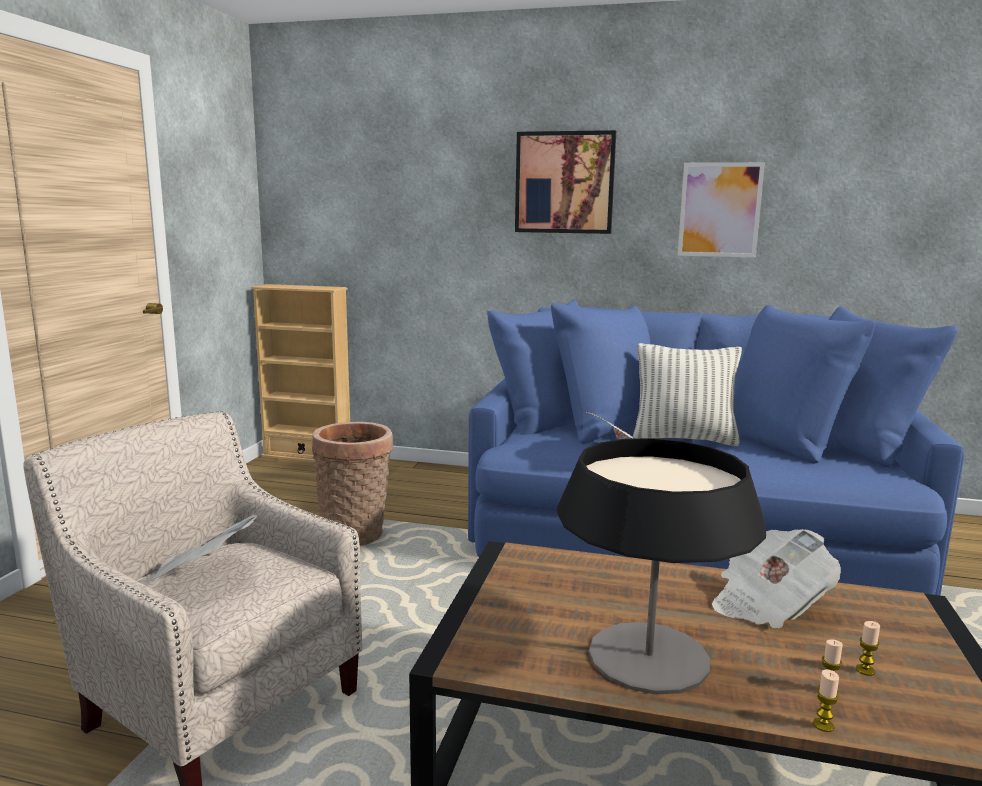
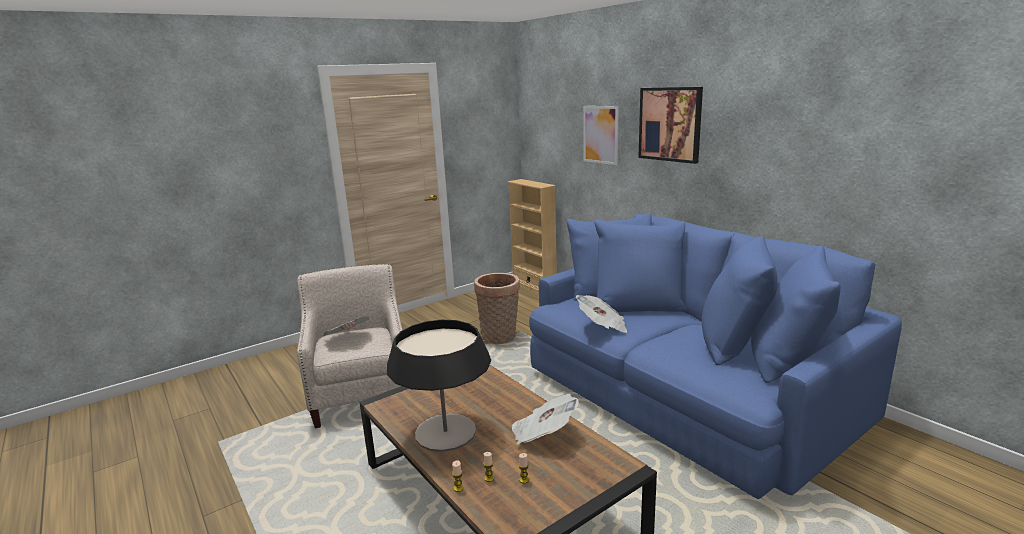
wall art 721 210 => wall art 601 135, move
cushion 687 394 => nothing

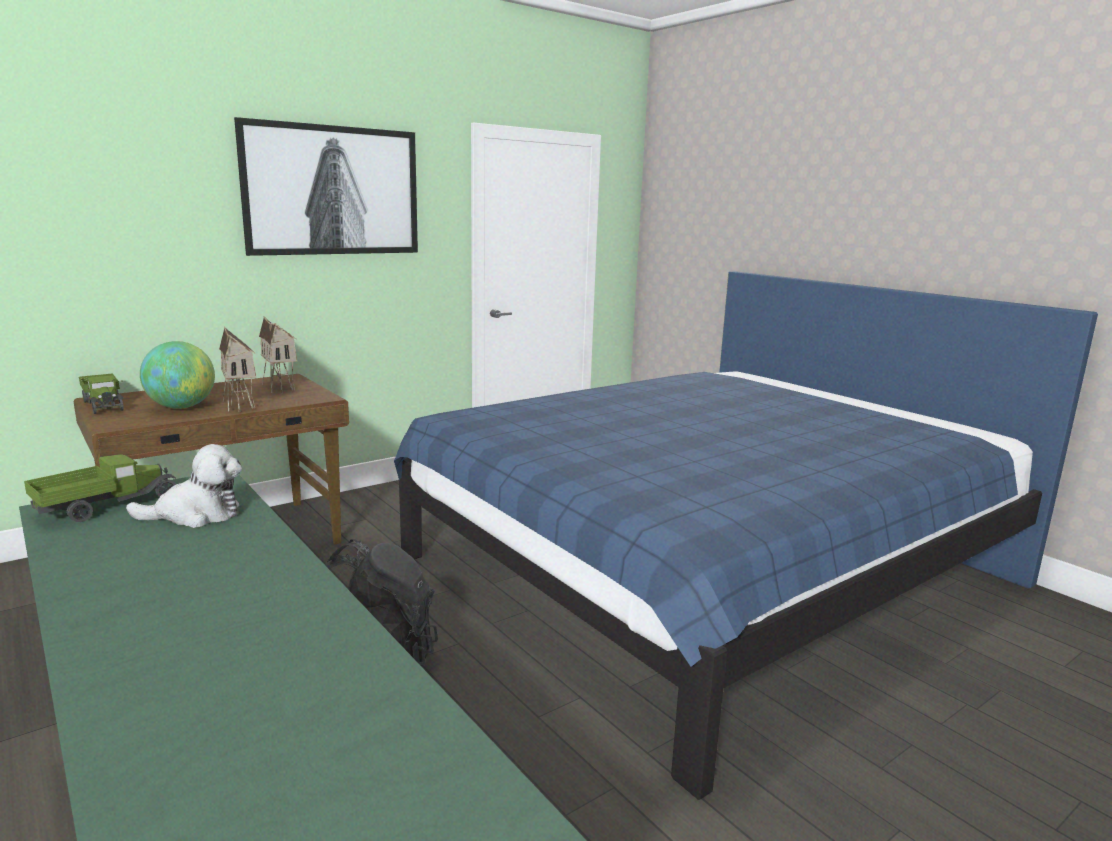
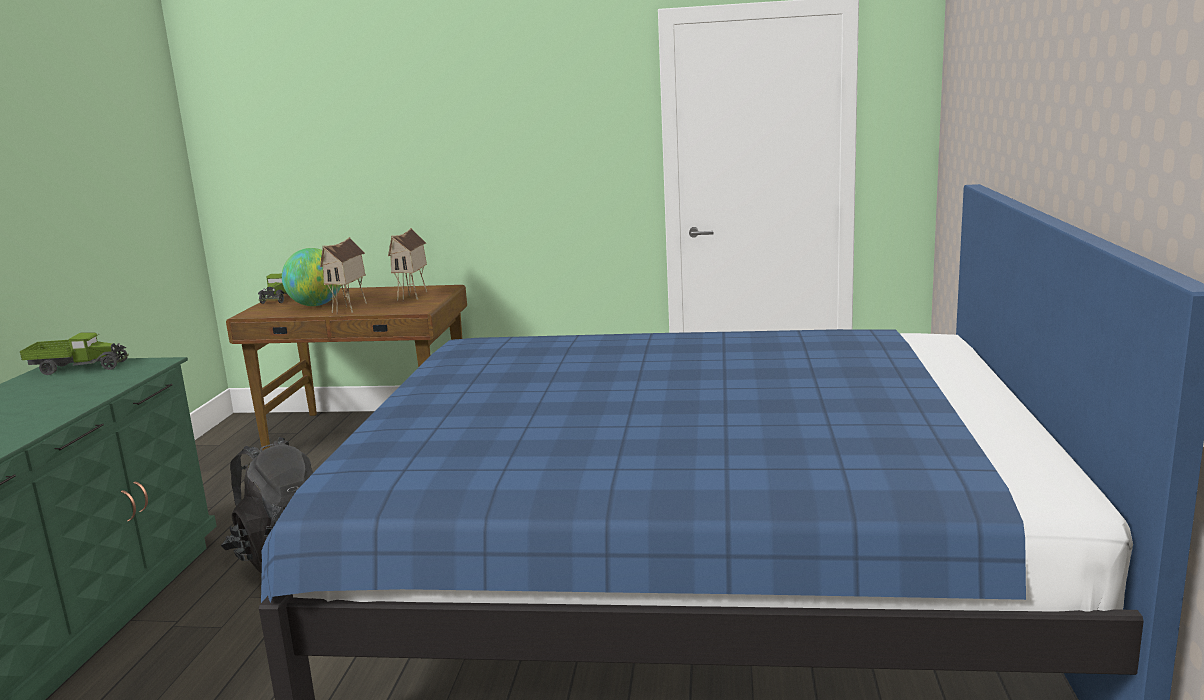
wall art 326 186 => nothing
soft toy 184 486 => nothing

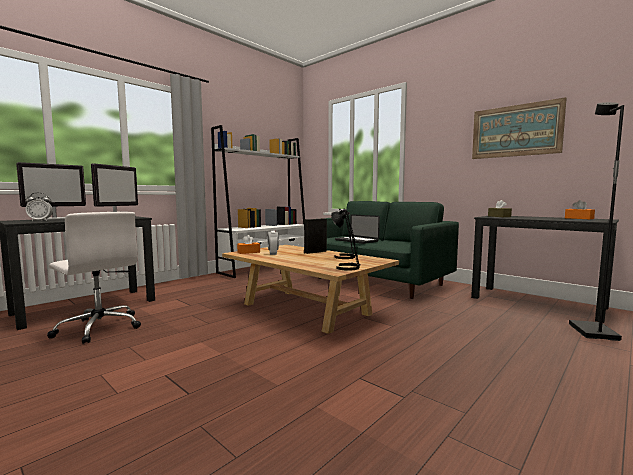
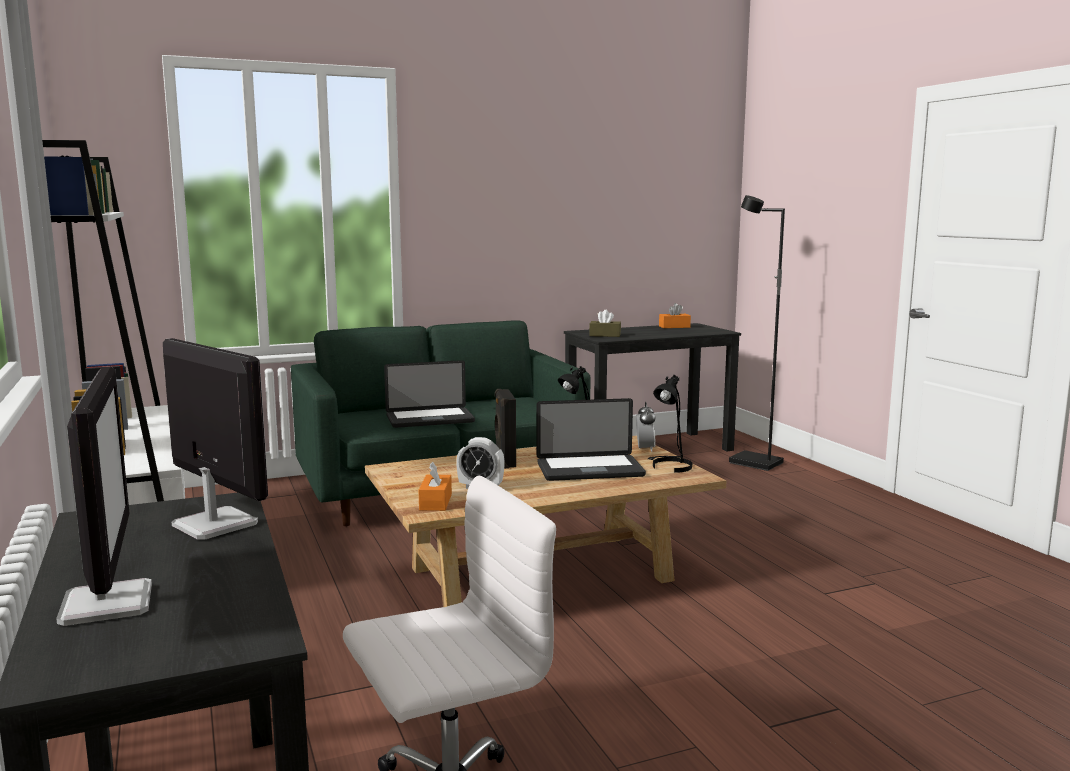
wall art 519 128 => nothing
table clock 39 207 => table clock 645 427, move
nothing => portable computer 591 439

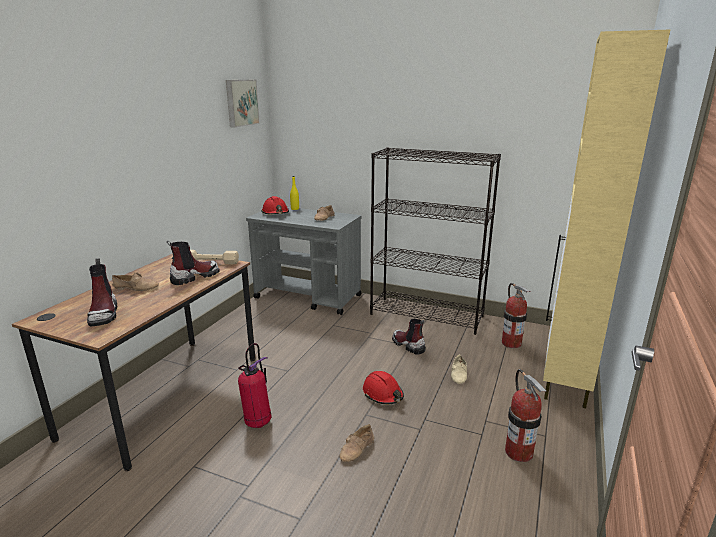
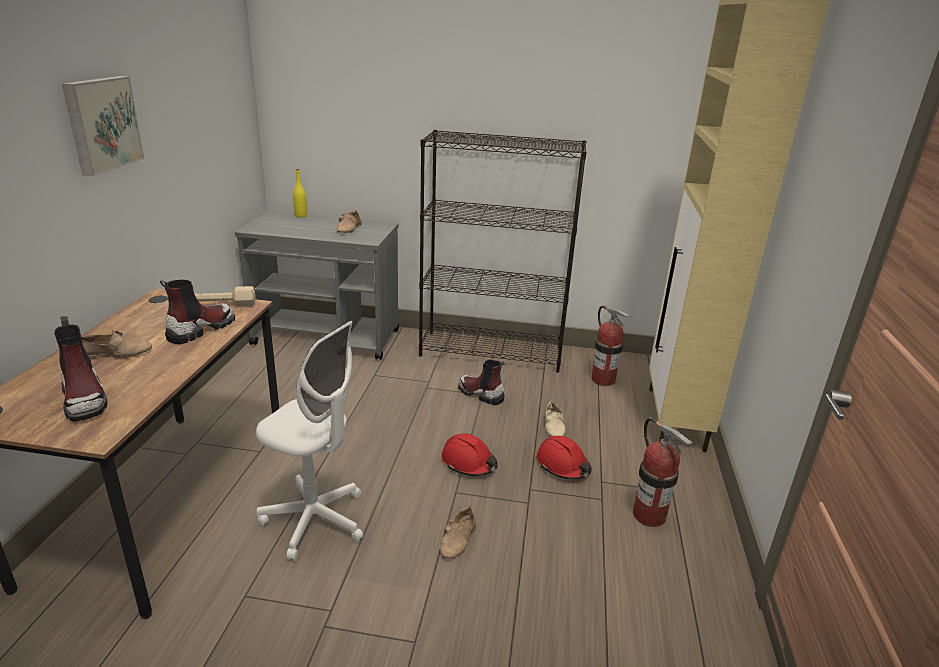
wall art 243 104 => wall art 103 126, move
red work helmet 275 205 => red work helmet 563 458, move
extinguisher 254 385 => white-coloured computer chair 309 441

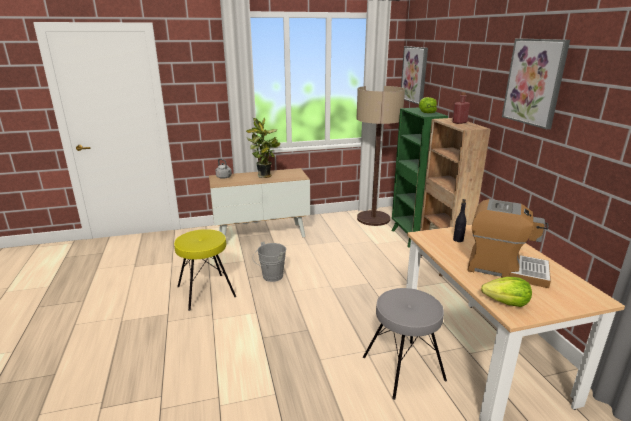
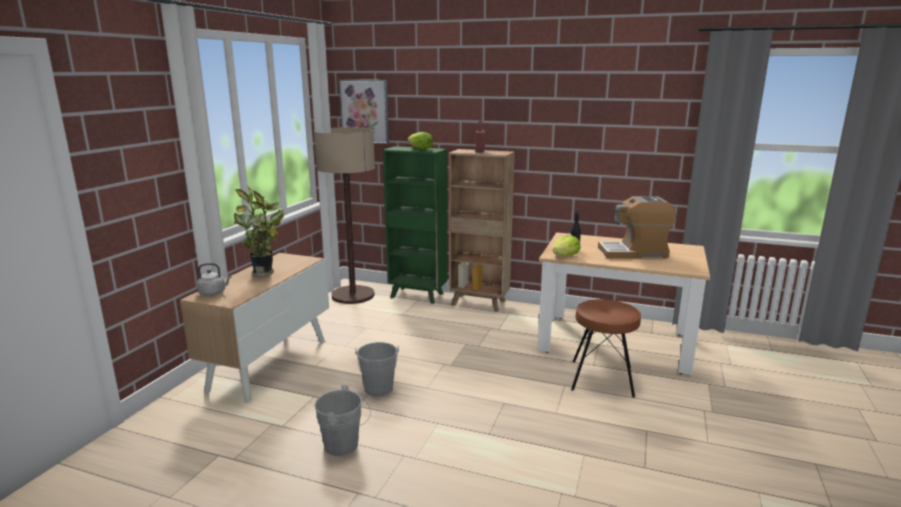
wall art 536 84 => nothing
coffee maker 509 243 => coffee maker 637 227, 150 degrees counterclockwise
yellowish sitting stool 205 270 => greyish bucket 342 420
lettuce head 506 292 => lettuce head 567 245, move
greyish sitting stool 405 344 => brownish sitting stool 606 348

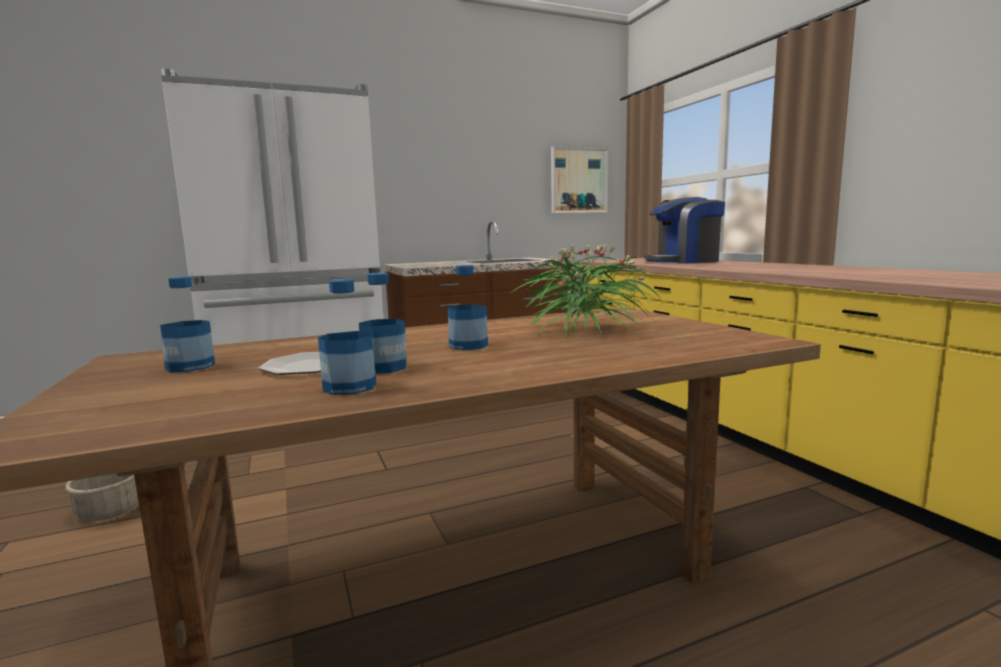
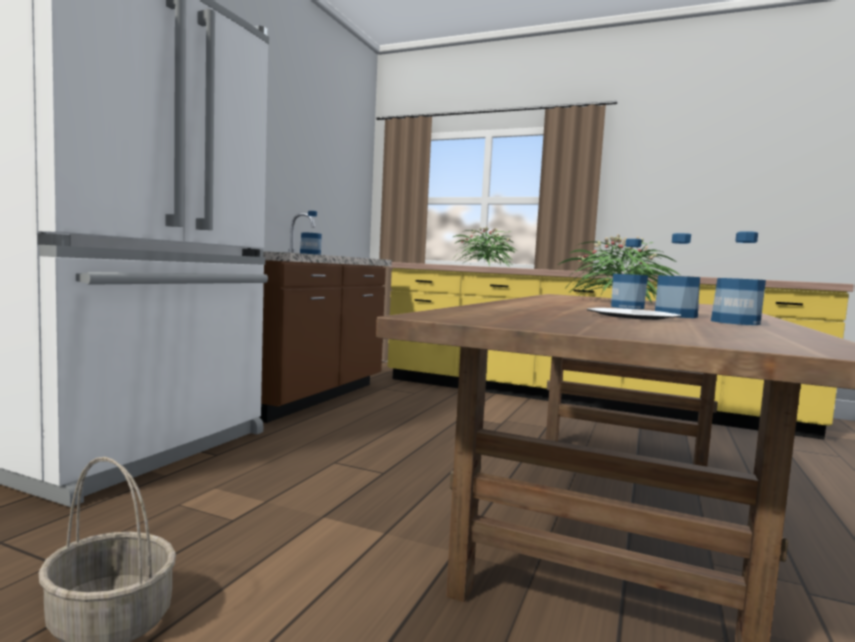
wall art 579 179 => nothing
coffee maker 684 230 => plant in a pot 485 246
beverage bottle 187 324 => beverage bottle 311 233, move

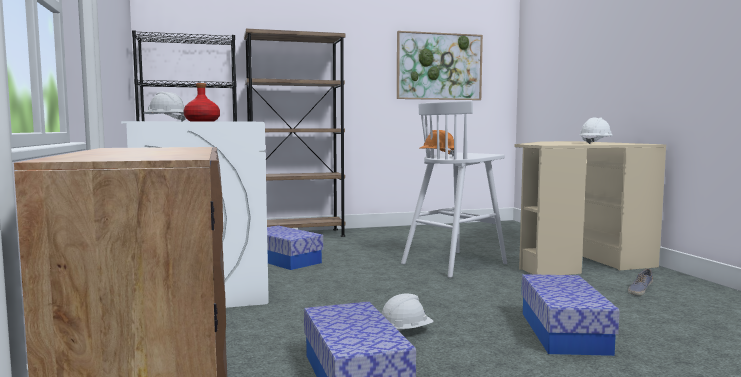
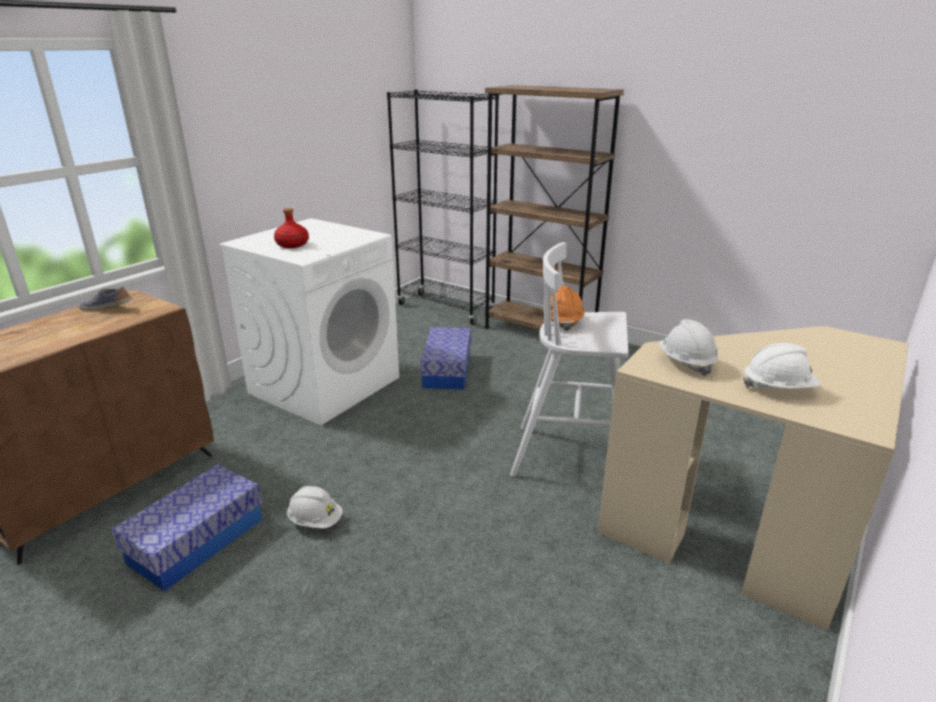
wall art 440 65 => nothing
white-coloured work helmet 164 106 => white-coloured work helmet 688 347, move
shoe 640 282 => shoe 105 299, move
storage box 570 315 => nothing

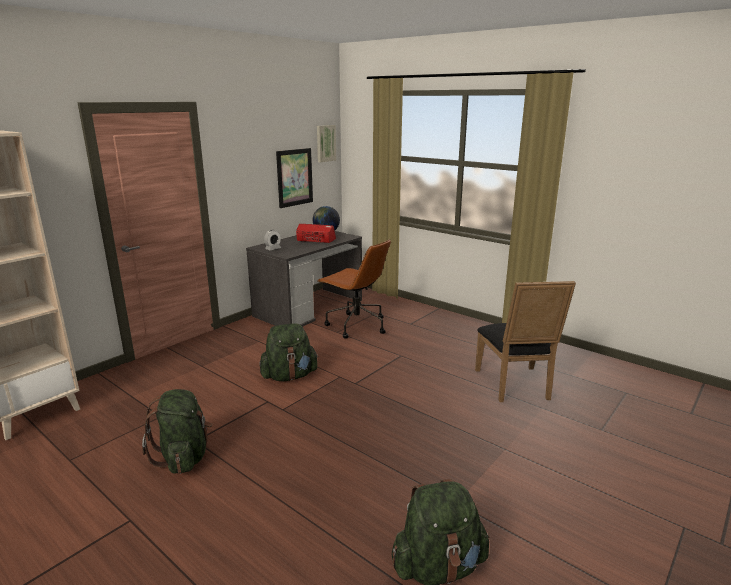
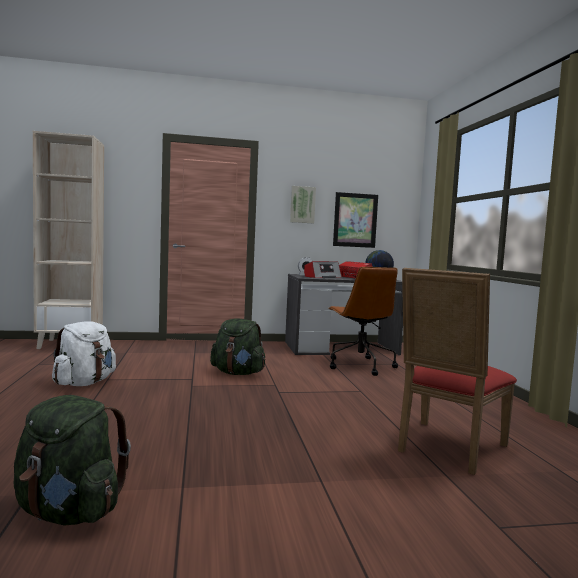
wall art 326 143 => wall art 303 204, move
black-coloured chair 525 341 => red chair 457 371
green-coloured rucksack 177 431 => white-coloured rucksack 84 353
nothing => radio set 323 269

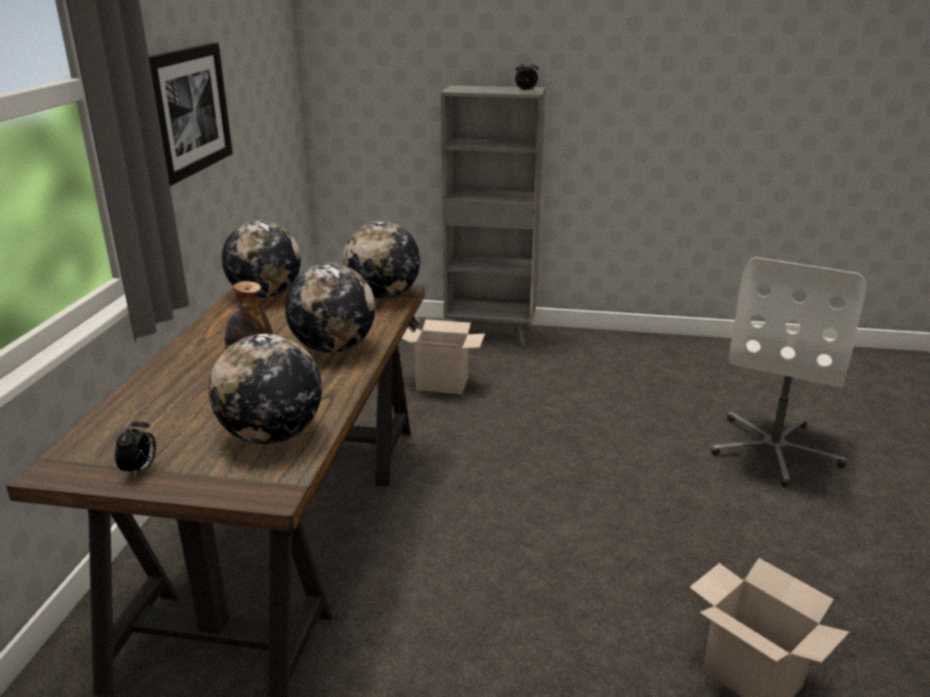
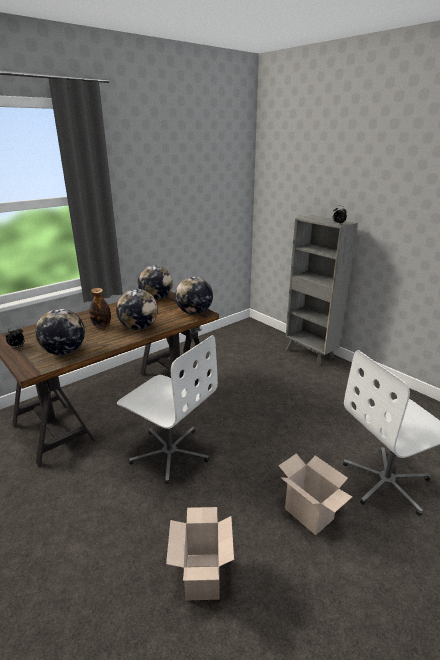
wall art 191 114 => nothing
packing box 443 356 => packing box 315 494, move
nothing => white-coloured computer chair 167 409

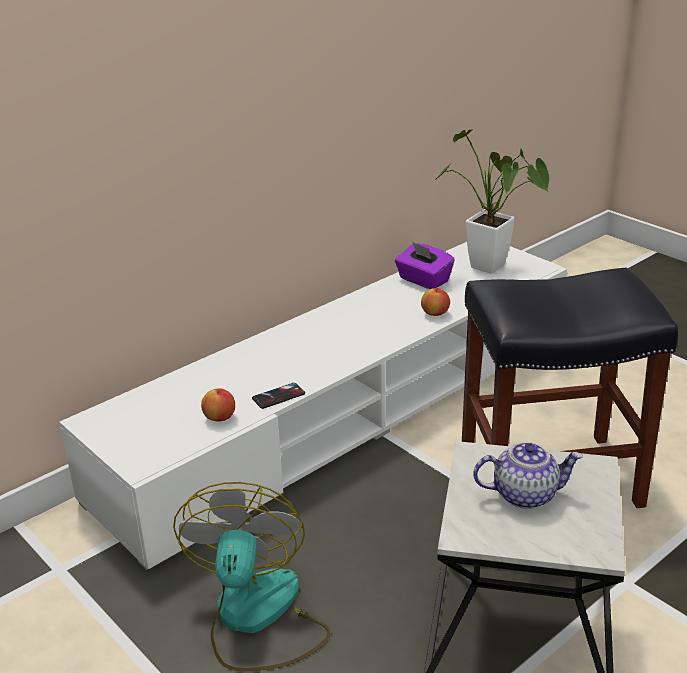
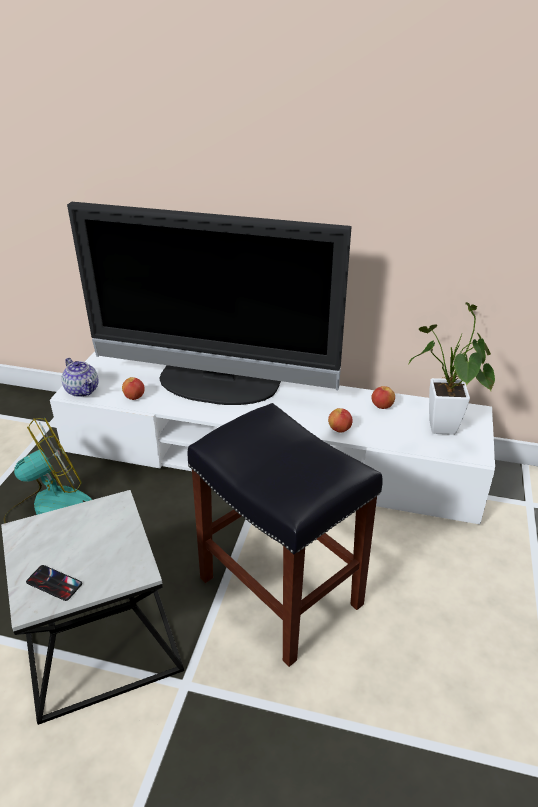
purple tissue holder 425 265 => apple fruit 383 397
telephone 278 396 => telephone 54 583, move
pot for tea 528 475 => pot for tea 80 377, move
nothing => TV 209 303

